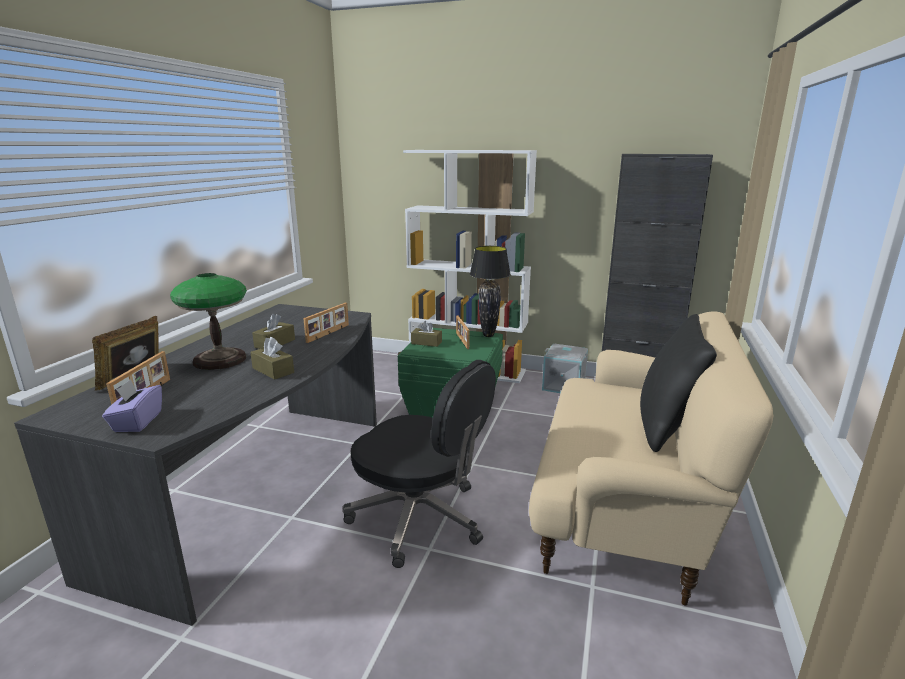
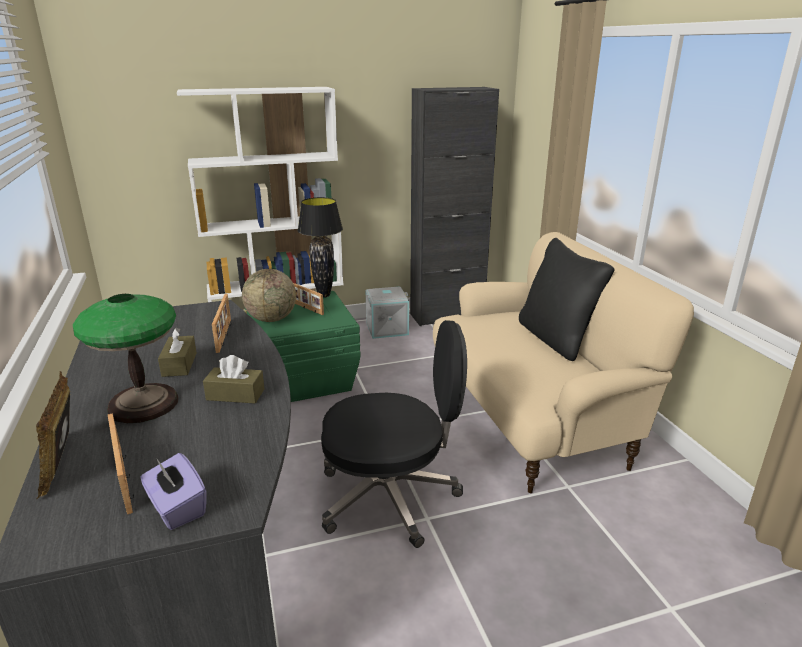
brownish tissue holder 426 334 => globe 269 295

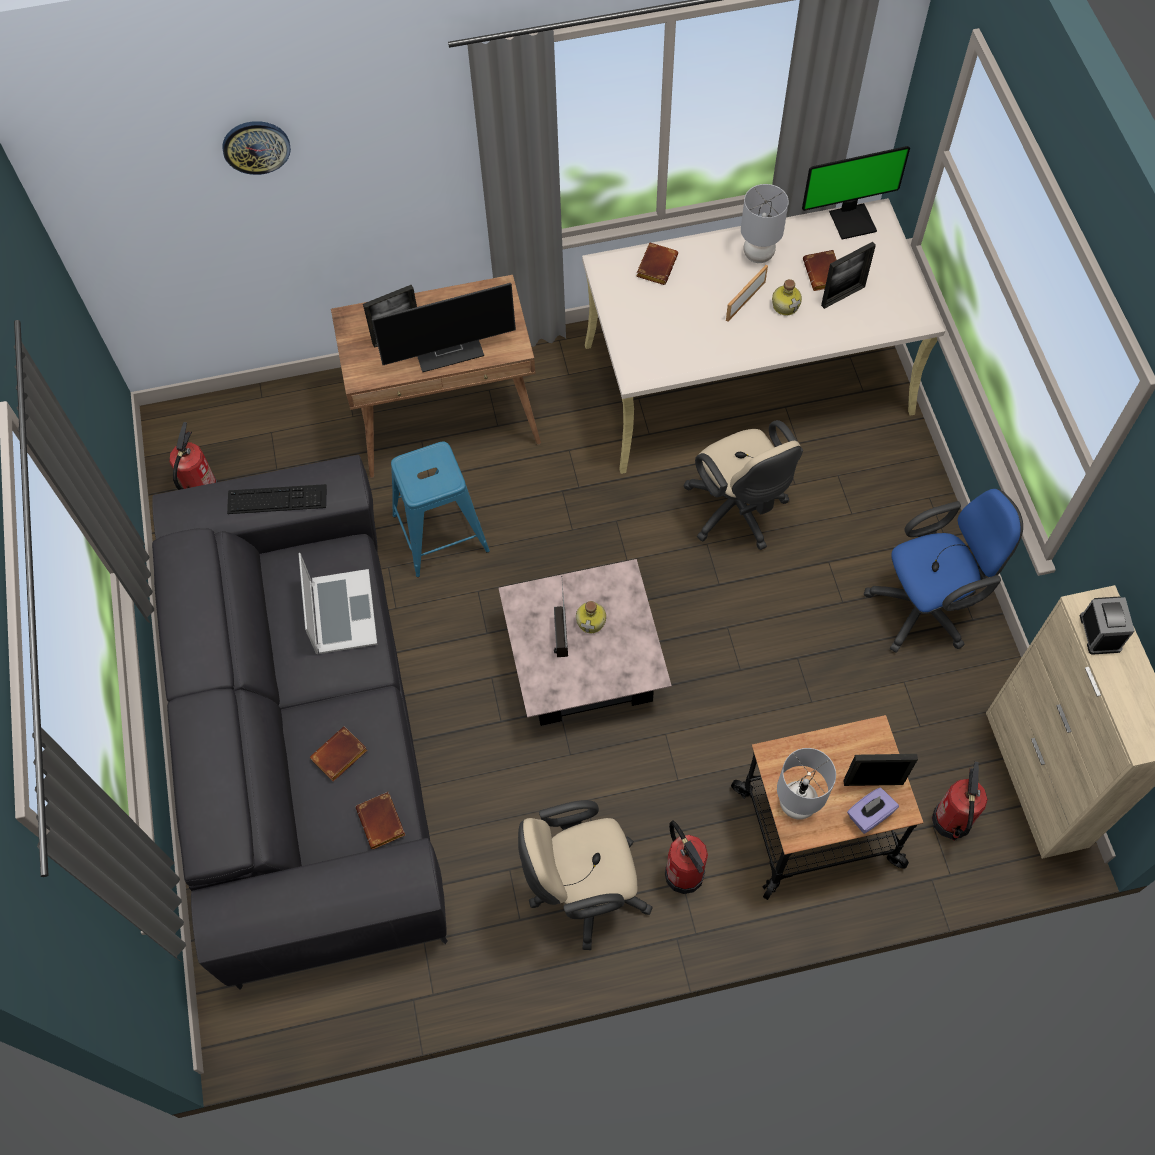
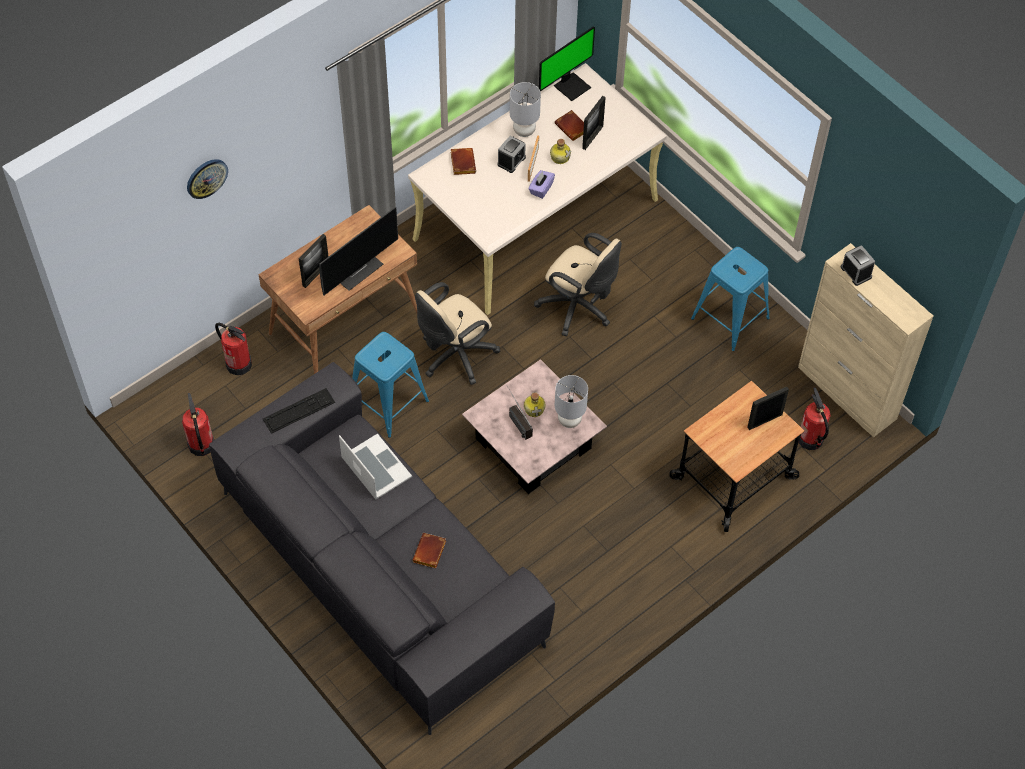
blue-coloured computer chair 943 571 => blue-coloured sitting stool 730 299
greyish lamp for a table 806 784 => greyish lamp for a table 571 401, move
purple tissue holder 873 810 => purple tissue holder 541 184, move
brownish bound book 380 820 => nothing
beige-coloured computer chair 585 875 => beige-coloured computer chair 457 333, move
extinguisher 686 857 => extinguisher 233 349, move
nothing => table clock 511 154

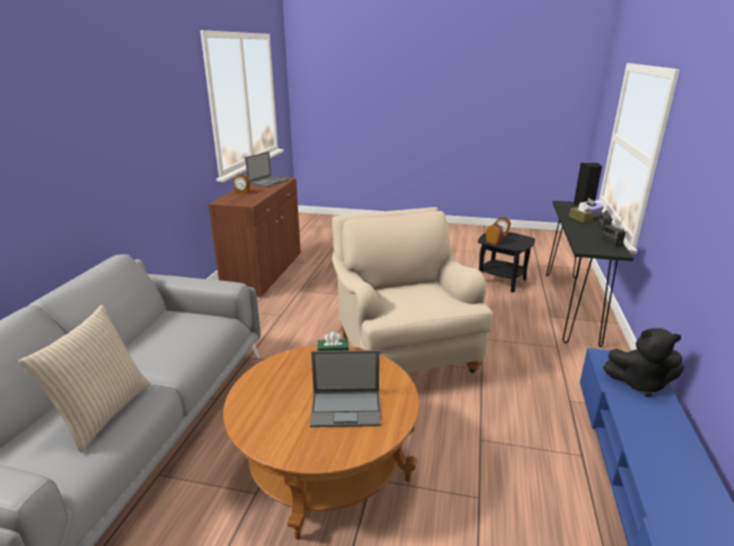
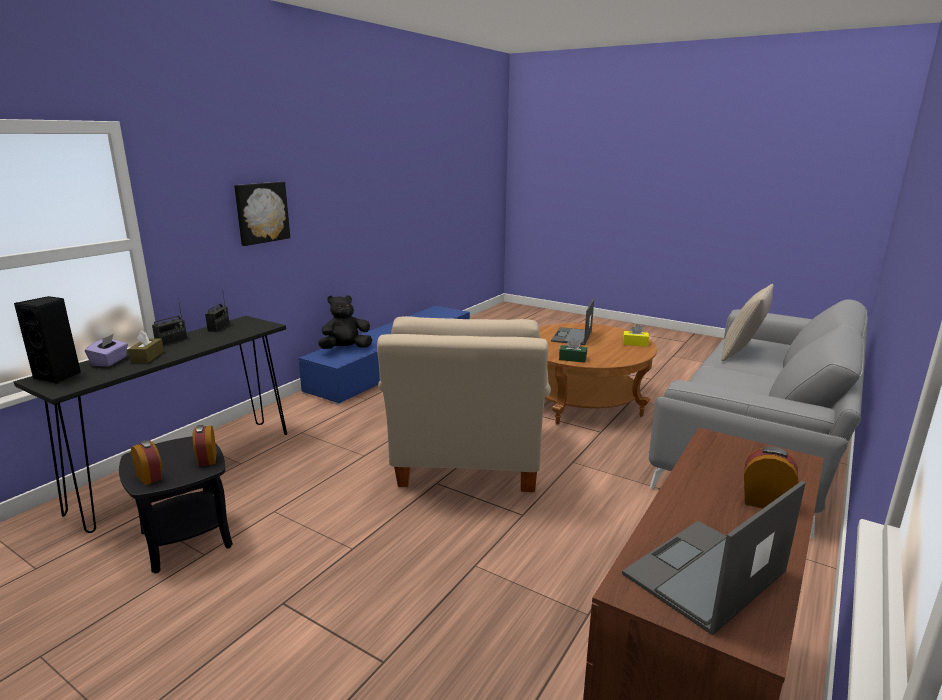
black-coloured soft toy 643 362 => black-coloured soft toy 345 322, 60 degrees counterclockwise
portable computer 345 388 => portable computer 572 322, 90 degrees counterclockwise
nothing => wall art 262 214
nothing => yellowish tissue holder 636 335

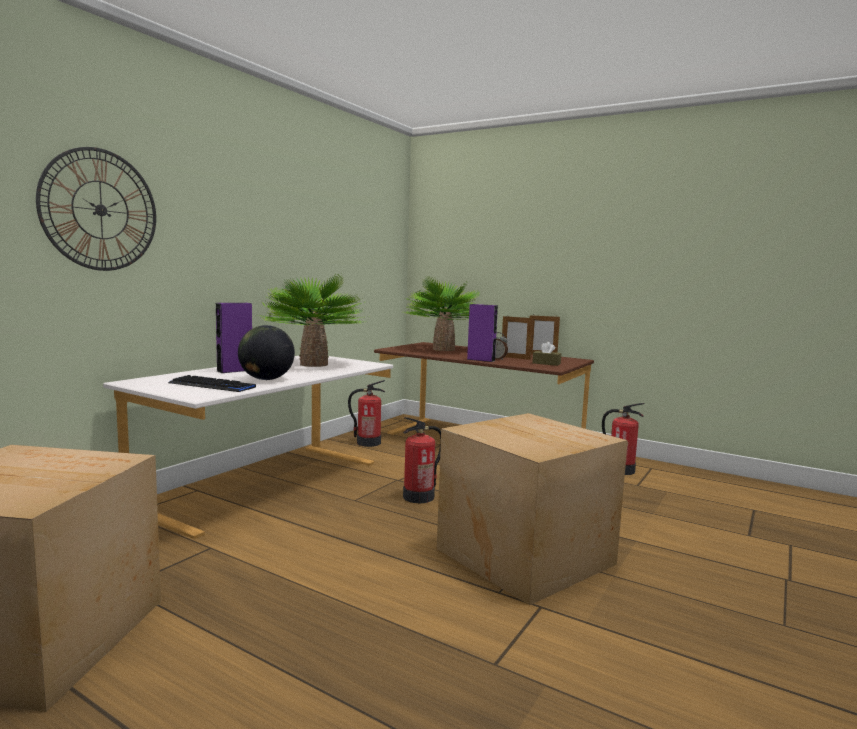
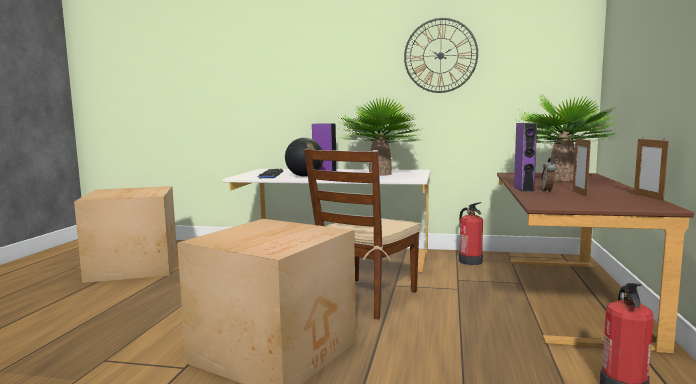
hanging clock 96 209 => hanging clock 441 55, move
brownish tissue holder 546 354 => nothing
extinguisher 422 460 => brownish chair 362 233

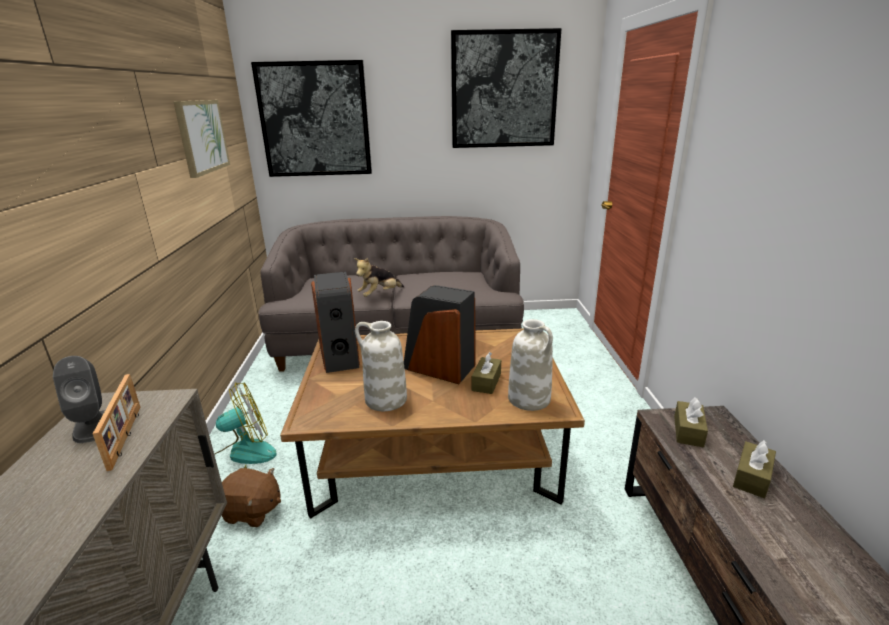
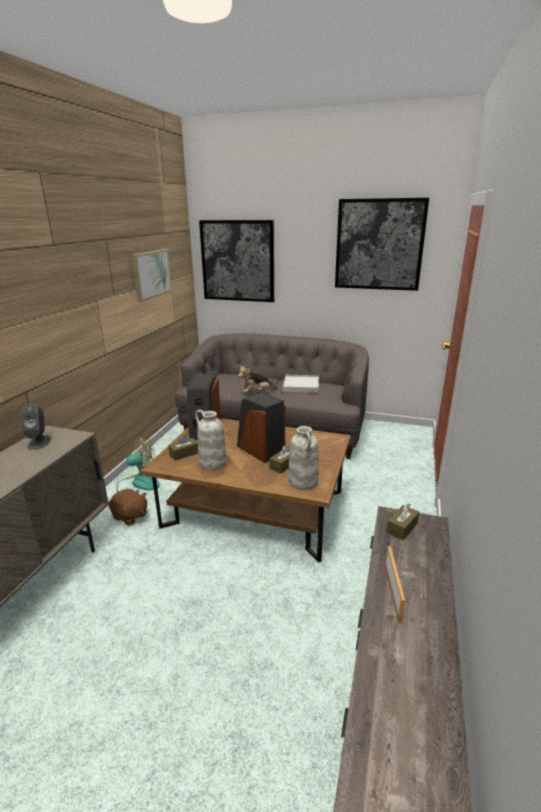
photo frame 116 422 => photo frame 395 584, move
brownish tissue holder 754 469 => brownish tissue holder 183 447, move
nothing => white-coloured tray 301 384

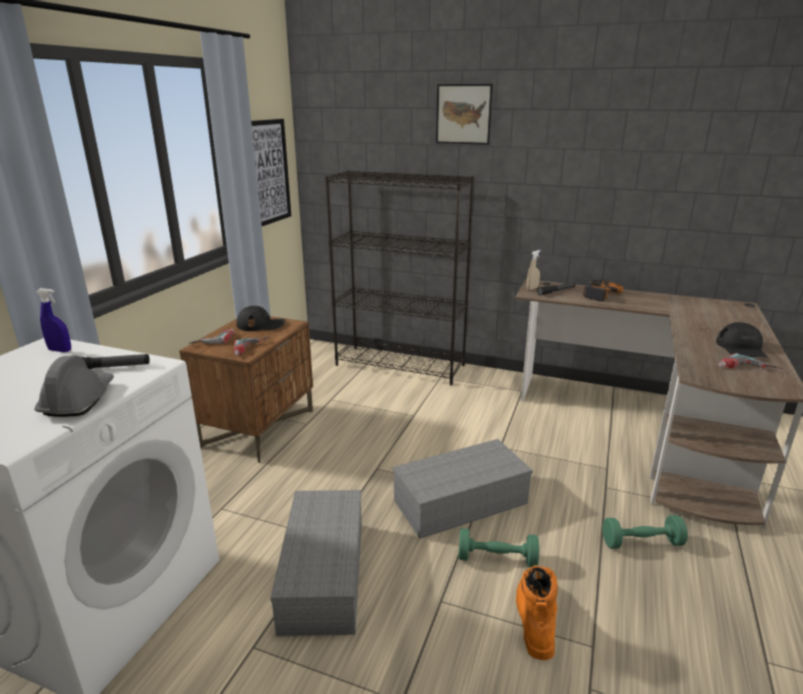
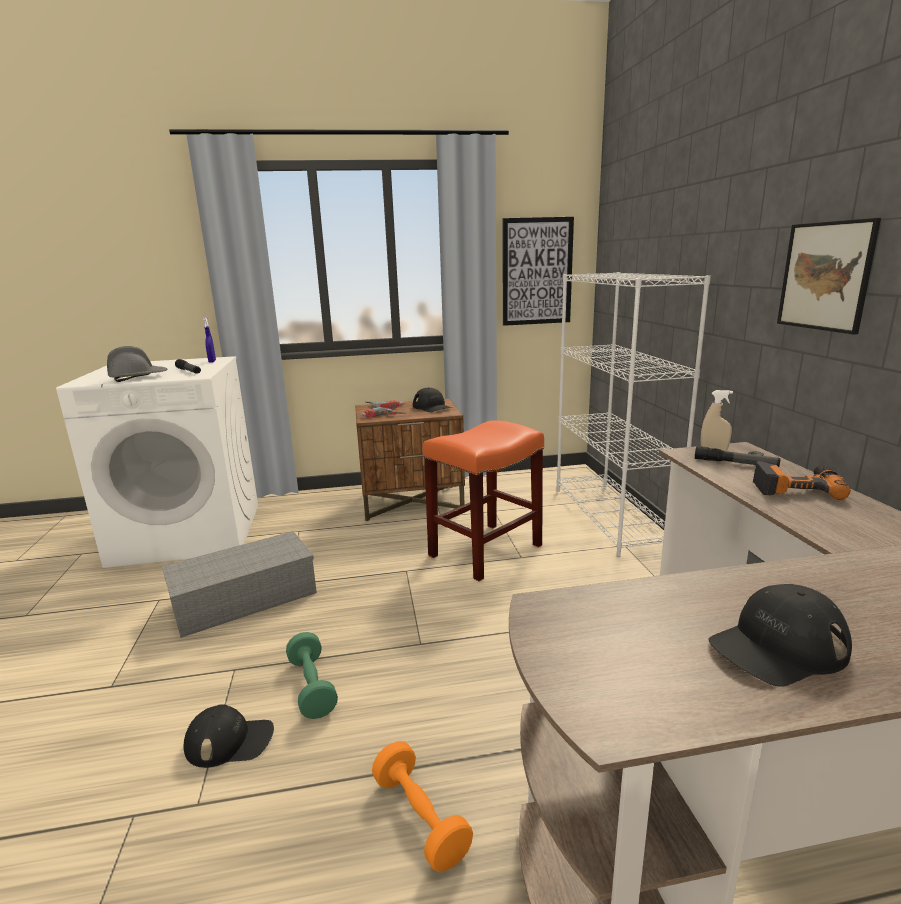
wall art 464 114 => wall art 829 276, move
black-coloured shelving unit 400 277 => white-coloured shelving unit 634 414
power drill 750 361 => nothing
greyish storage box 463 489 => nothing
green-coloured hand weight 645 532 => orange-coloured hand weight 422 806
orange-coloured tall boot 537 612 => black-coloured baseball cap 228 736
nothing => orange-coloured sitting stool 483 501

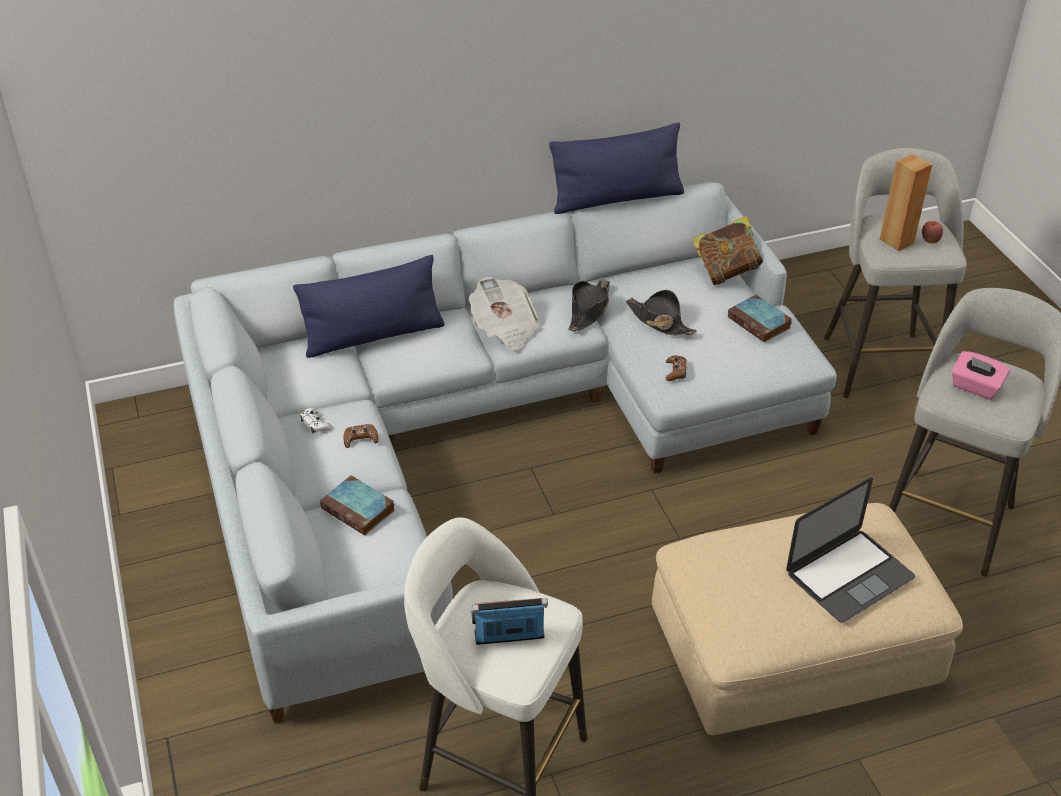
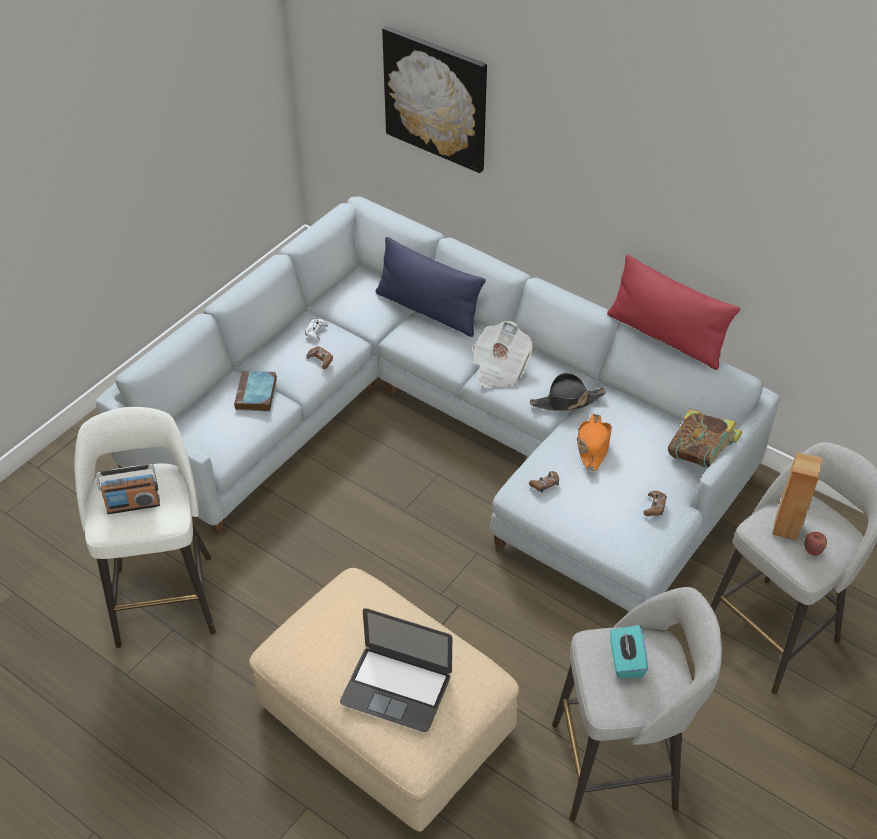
blue-coloured cushion 616 168 => red cushion 673 312
black-coloured wearable hat 661 313 => orange-coloured wearable hat 594 442
bound book 760 318 => brownish gamepad 655 503
pink tissue holder 980 375 => turquoise tissue holder 629 651
radio set 509 621 => radio set 128 489, 120 degrees clockwise
nothing => wall art 434 99

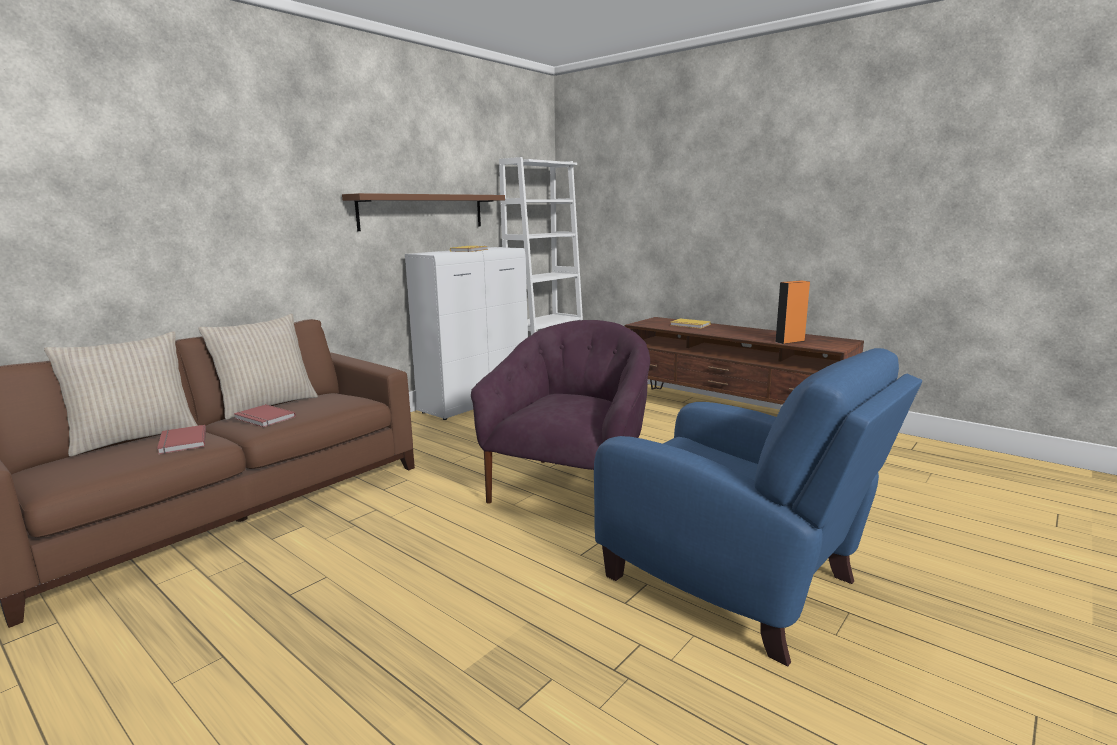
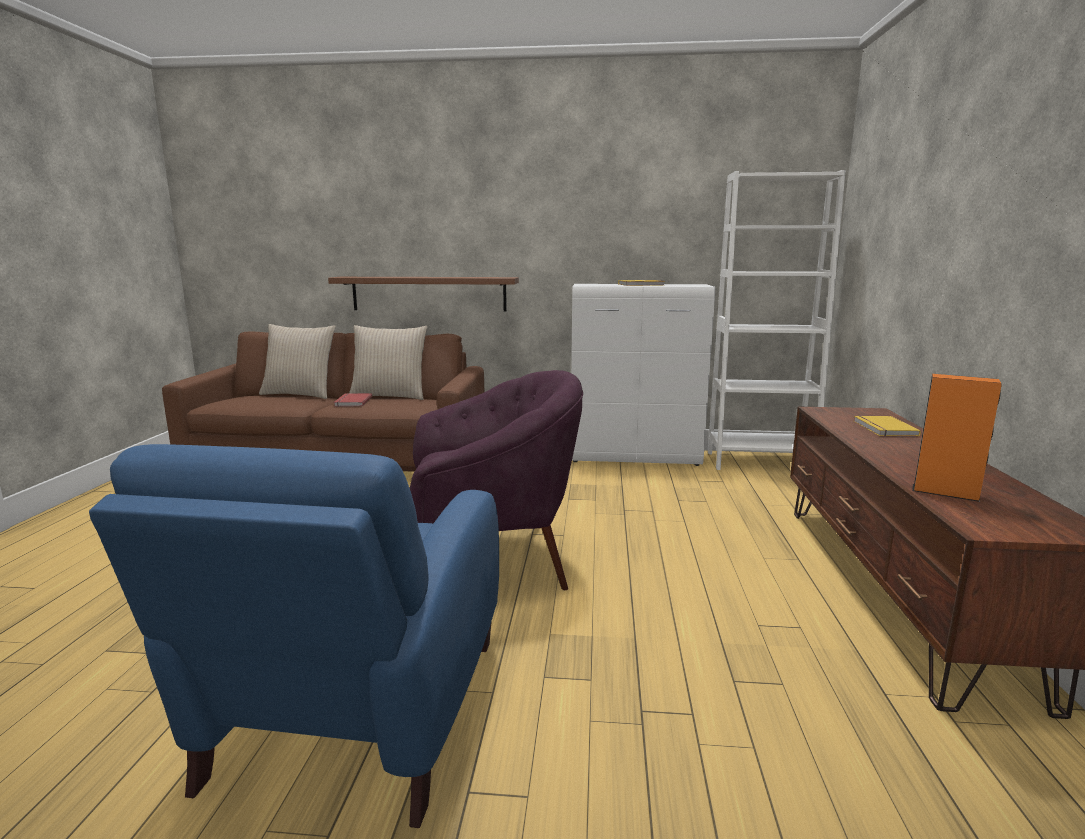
brownish bracket shelf 423 212 => brownish bracket shelf 423 294, move
red bound book 181 439 => nothing

